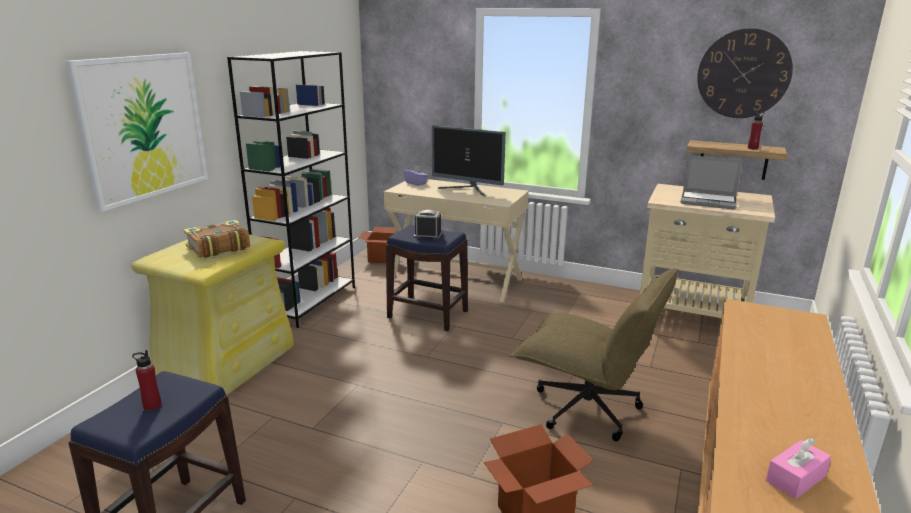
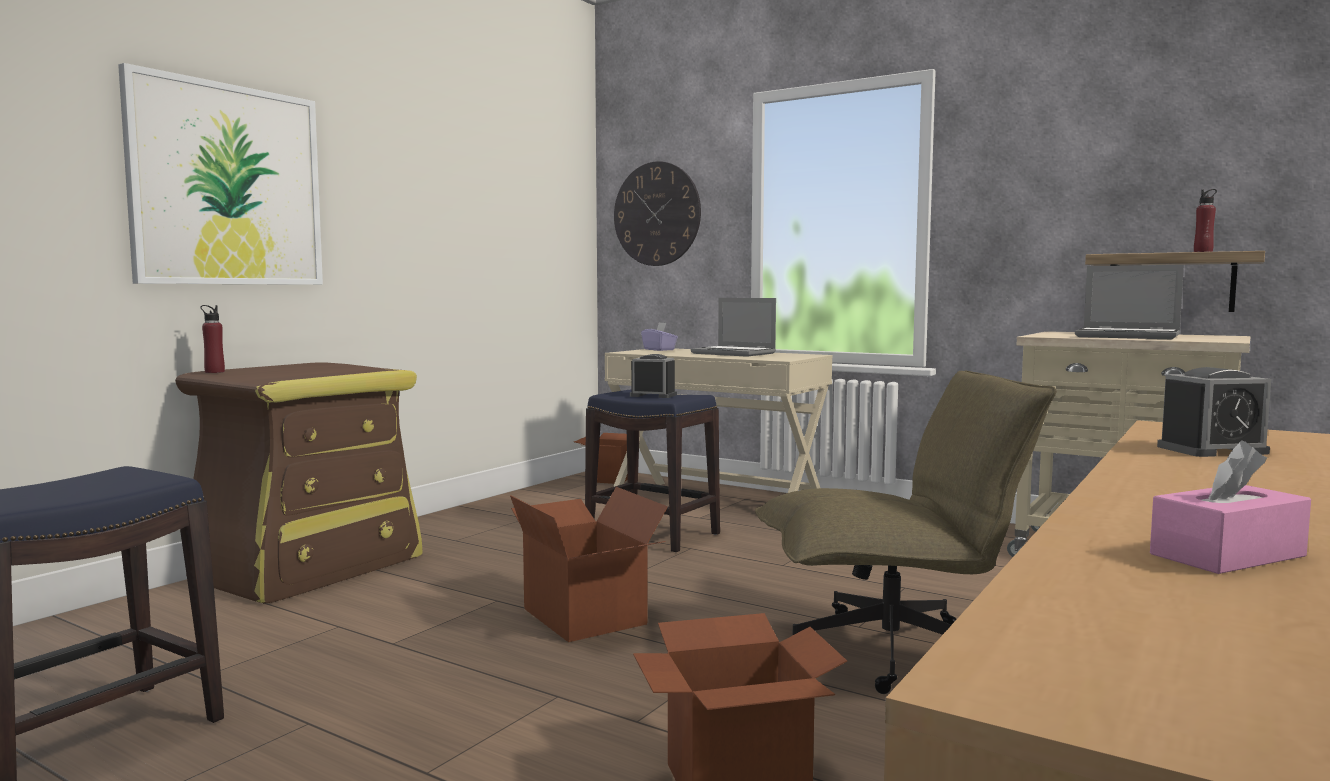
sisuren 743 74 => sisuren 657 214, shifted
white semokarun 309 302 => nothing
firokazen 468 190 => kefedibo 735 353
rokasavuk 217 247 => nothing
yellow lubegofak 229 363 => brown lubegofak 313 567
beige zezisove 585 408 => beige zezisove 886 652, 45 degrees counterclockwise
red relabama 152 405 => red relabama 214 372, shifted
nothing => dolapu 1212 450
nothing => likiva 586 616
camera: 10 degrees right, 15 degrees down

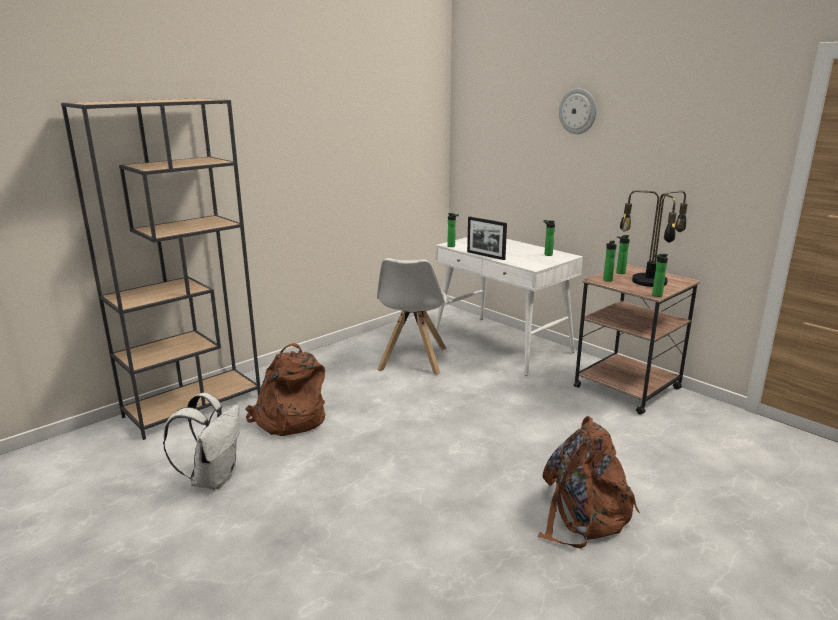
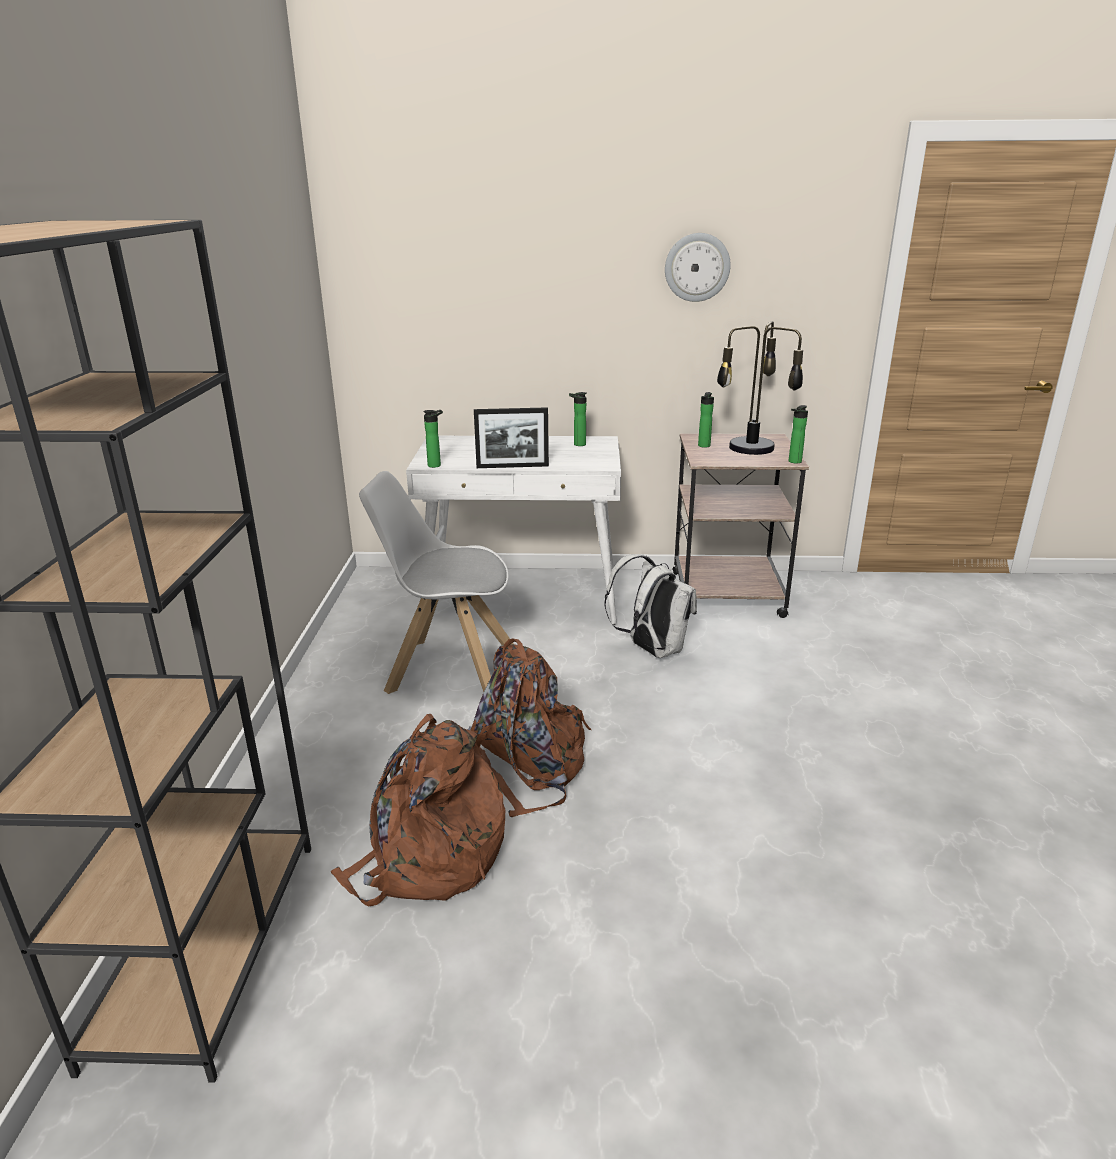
sisuren 578 111 => sisuren 697 267, shifted
relabama 607 280 => nothing
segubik 412 360 => segubik 448 668, 135 degrees clockwise
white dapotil 213 478 => white dapotil 651 649, shifted
brown dapotil 582 514 => brown dapotil 529 764, shifted
camera: 45 degrees left, 5 degrees up

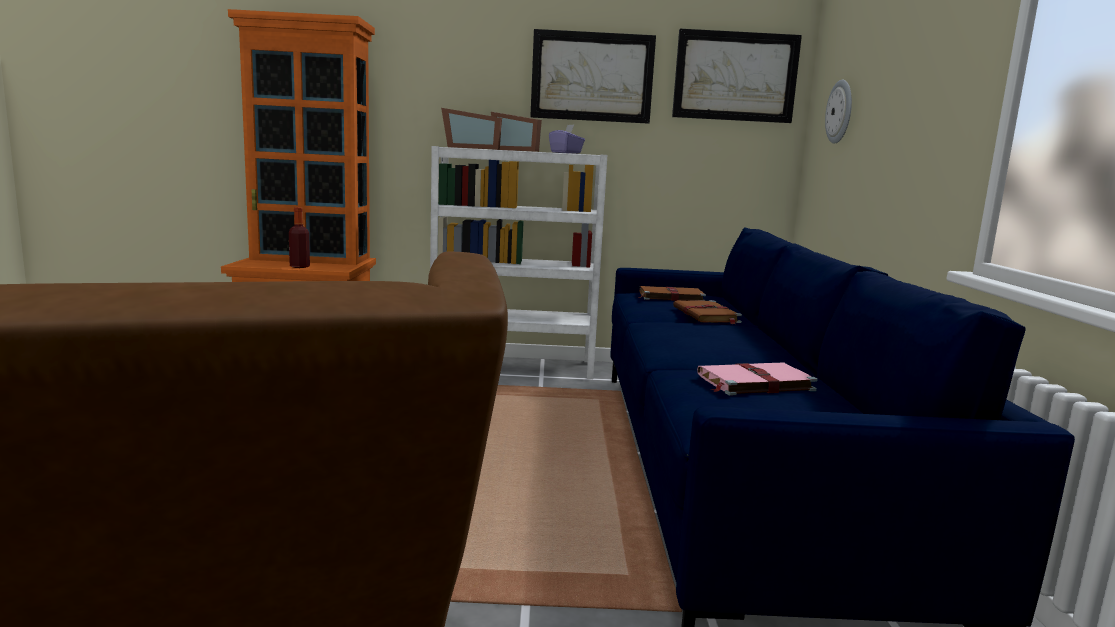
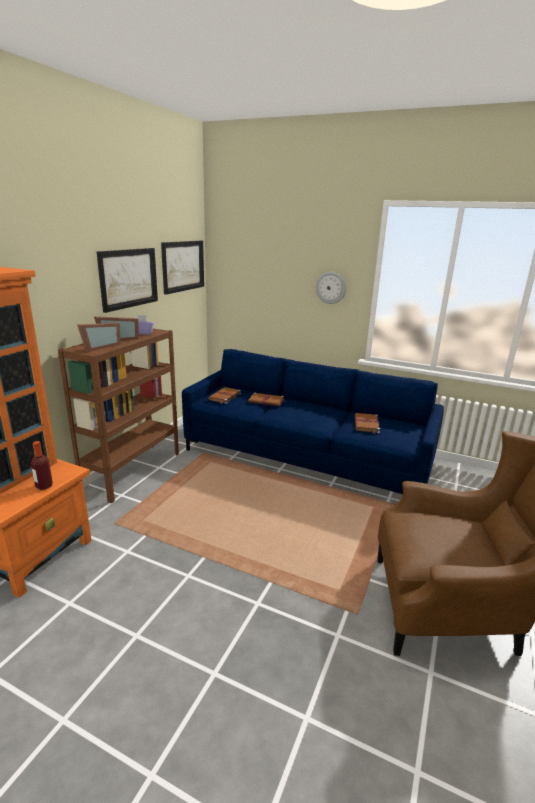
sisuren 840 112 => sisuren 331 287, shifted
white semokarun 513 366 => brown semokarun 133 471
pink rokasavuk 753 382 => brown rokasavuk 366 424
camera: 65 degrees left, 10 degrees up

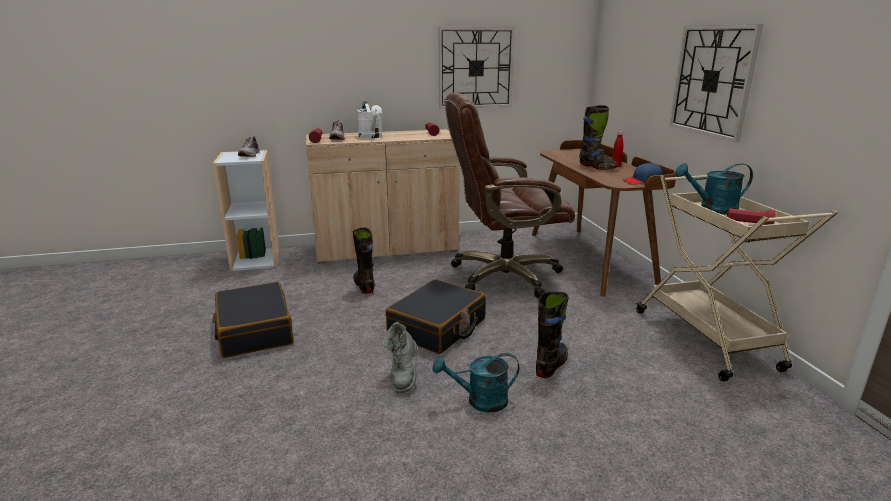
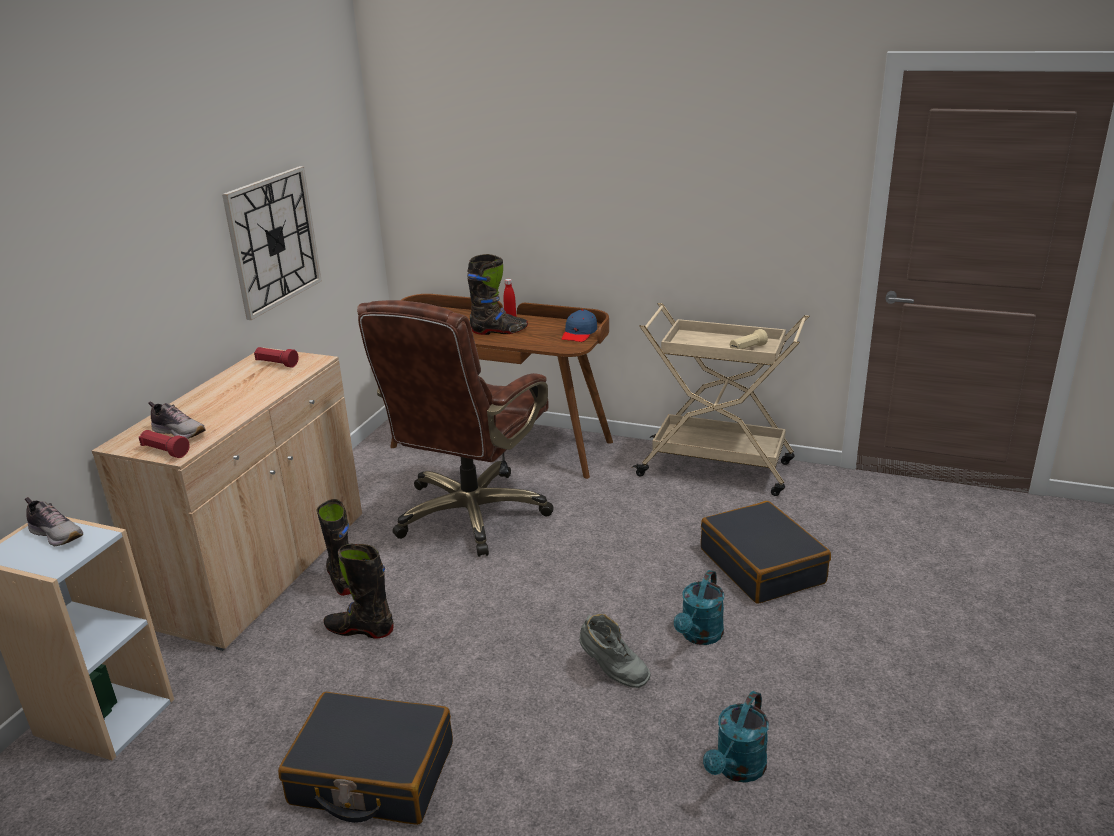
sisuren 712 81 => nothing
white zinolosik 371 137 => nothing
turquoise zinolosik 711 209 => turquoise zinolosik 737 770, shifted
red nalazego 748 224 => beige nalazego 747 349
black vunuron 437 328 => black vunuron 762 566, shifted
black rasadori 551 365 => black rasadori 342 579, shifted
camera: 55 degrees left, 5 degrees up

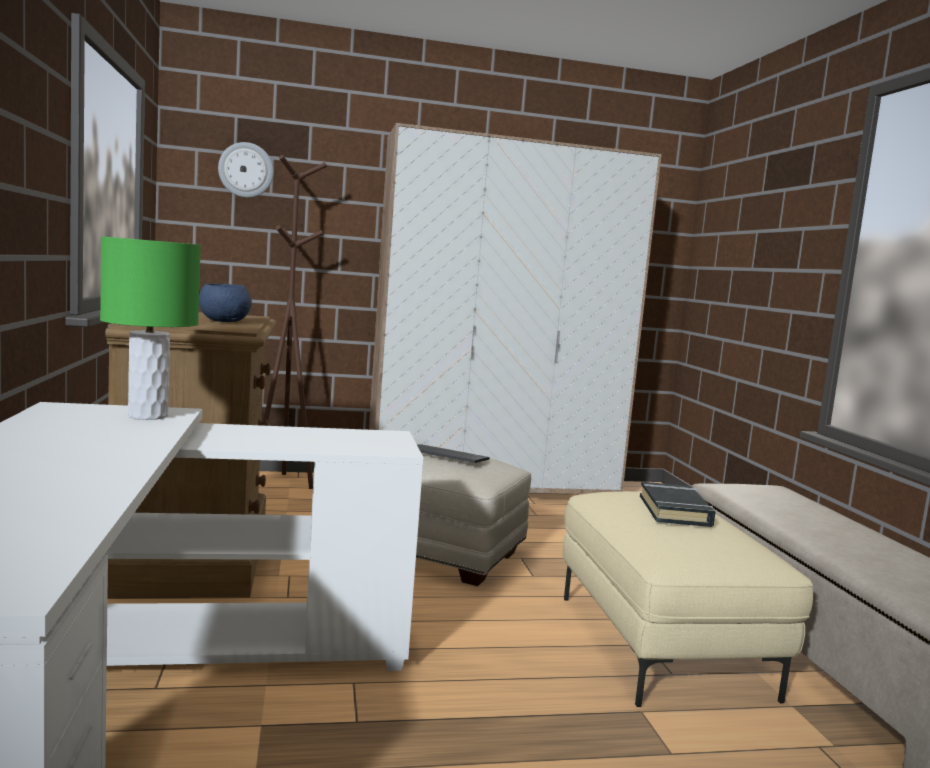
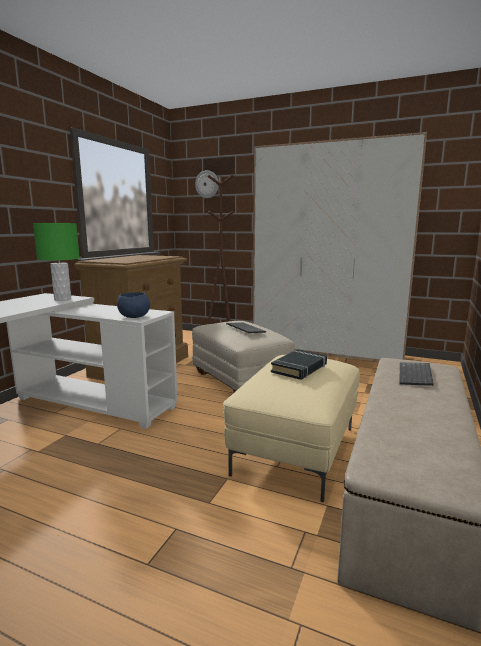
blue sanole 223 321 => blue sanole 133 317, shifted
nothing => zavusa 416 375
camera: 35 degrees right, 5 degrees up

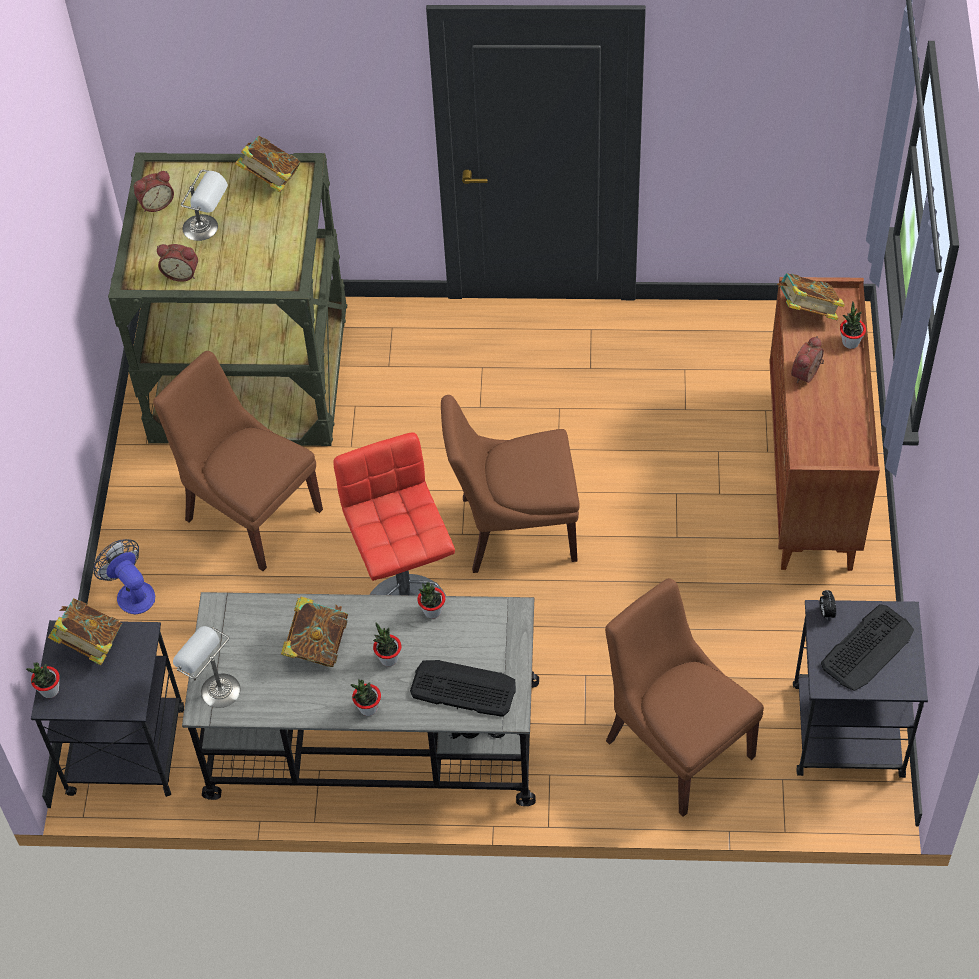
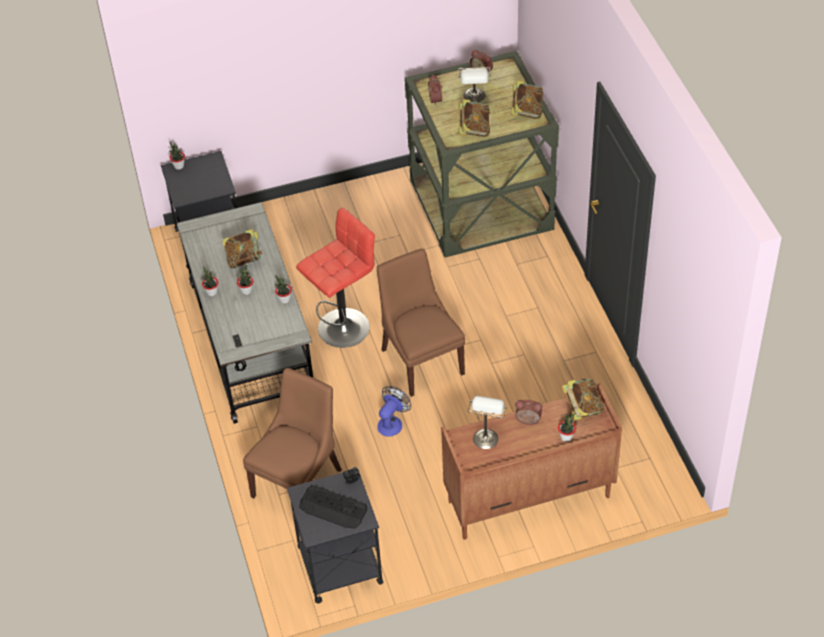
brown segubik 250 512 => nothing
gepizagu 132 593 => gepizagu 392 422, shifted
rokasavuk 90 644 => rokasavuk 474 129, shifted
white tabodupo 213 687 => white tabodupo 486 434, shifted
zavusa 463 688 => nothing
camera: 70 degrees right, 5 degrees down

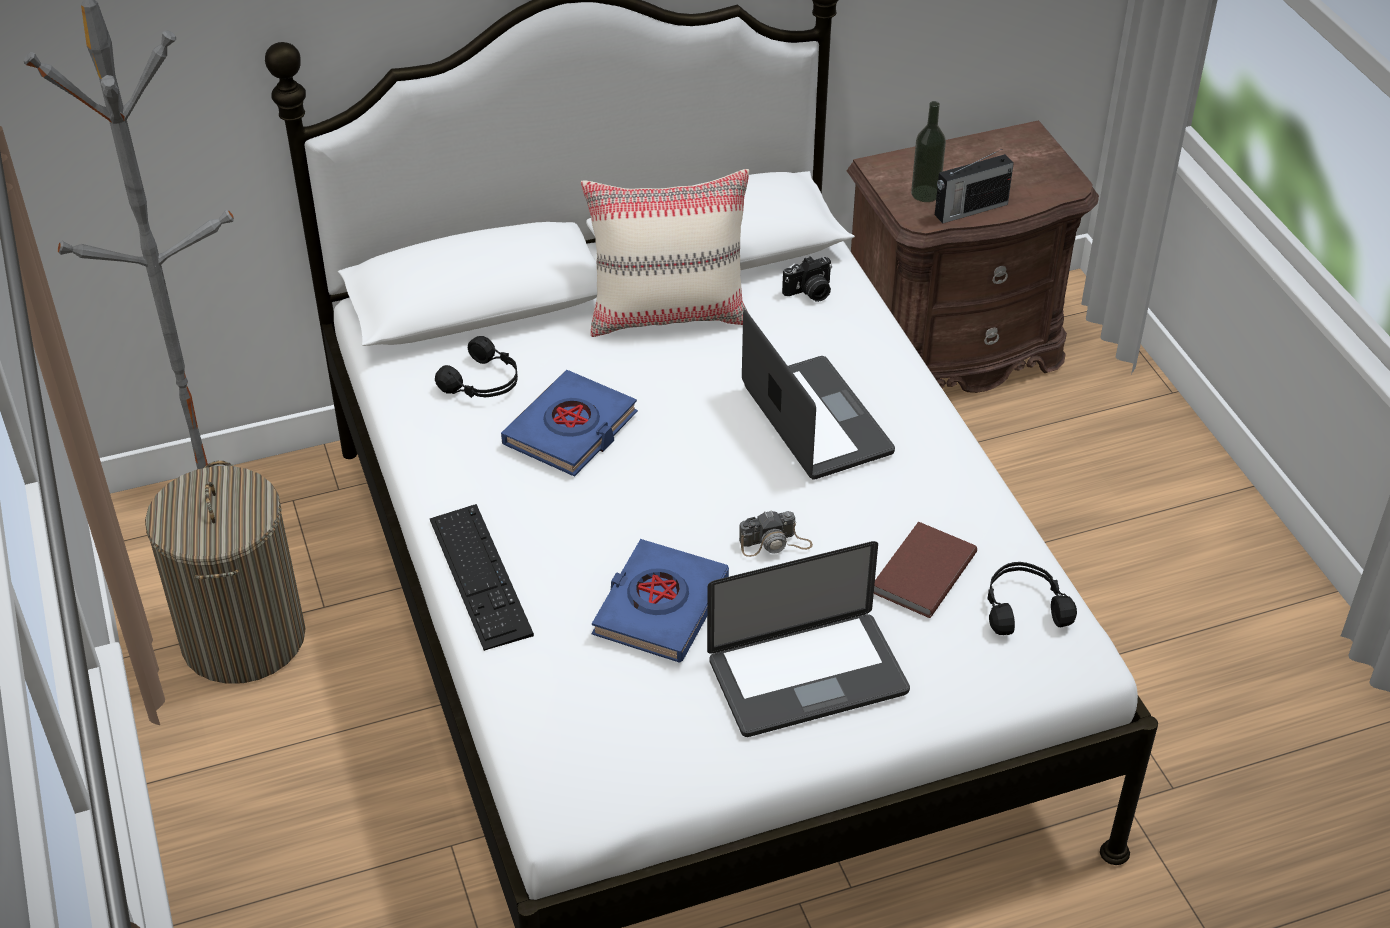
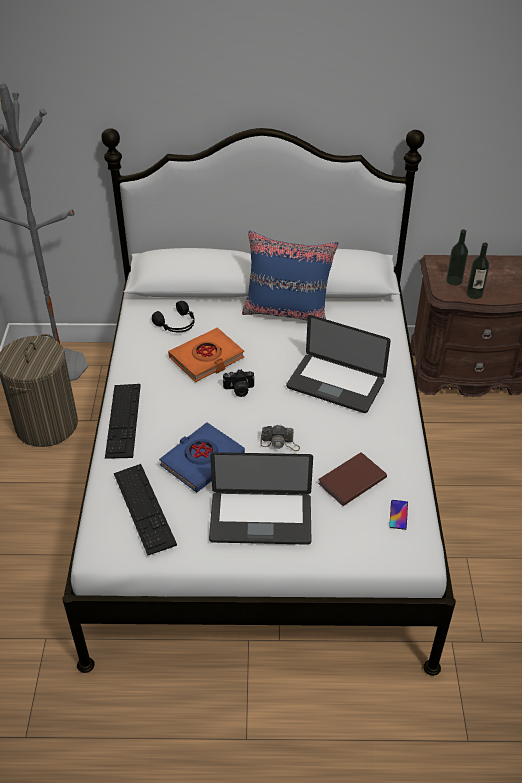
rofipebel 969 209 => relabama 474 294
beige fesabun 669 314 => blue fesabun 287 312
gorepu 810 292 => gorepu 239 390, shifted
kefedibo 816 420 => kefedibo 335 384, 120 degrees clockwise
blue rokasavuk 571 430 => orange rokasavuk 206 358
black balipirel 1023 607 => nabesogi 398 514
nothing => zavusa 144 508
camera: 20 degrees right, 0 degrees up

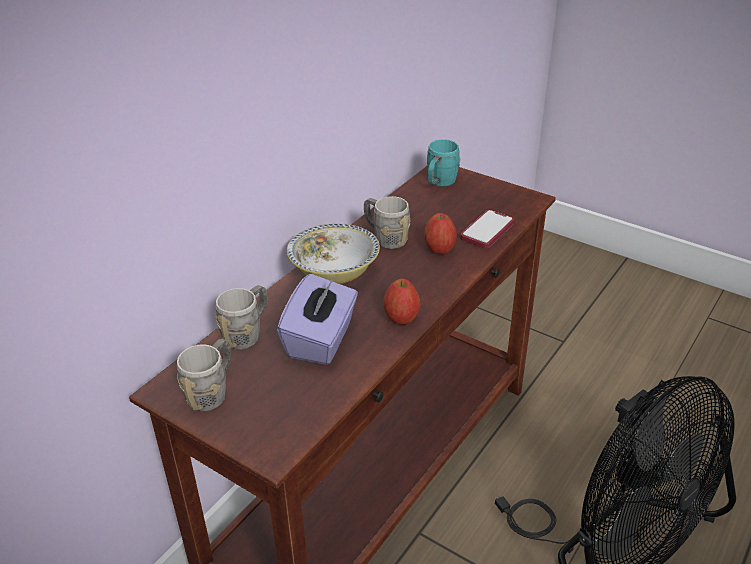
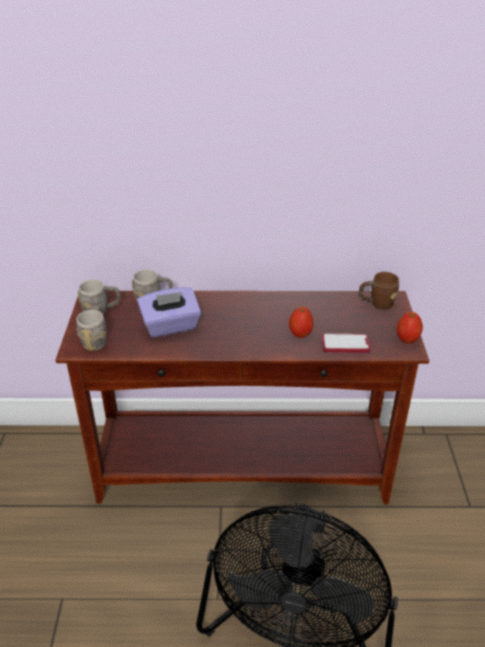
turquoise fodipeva 439 183 => brown fodipeva 376 304
grey fodipeva 385 238 => grey fodipeva 96 340, shifted
sanole 334 272 => nothing
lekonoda 401 318 => lekonoda 407 339, shifted
camera: 55 degrees right, 0 degrees up

